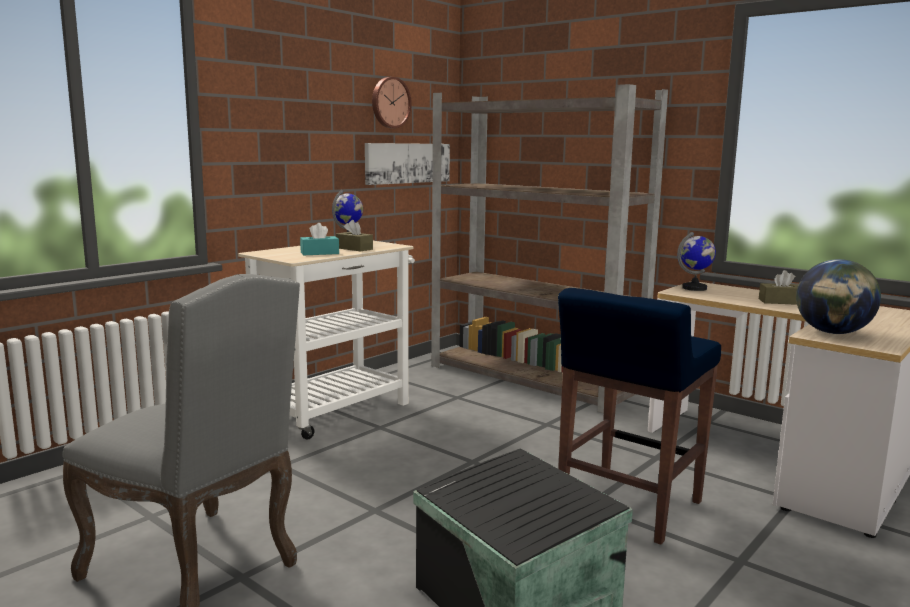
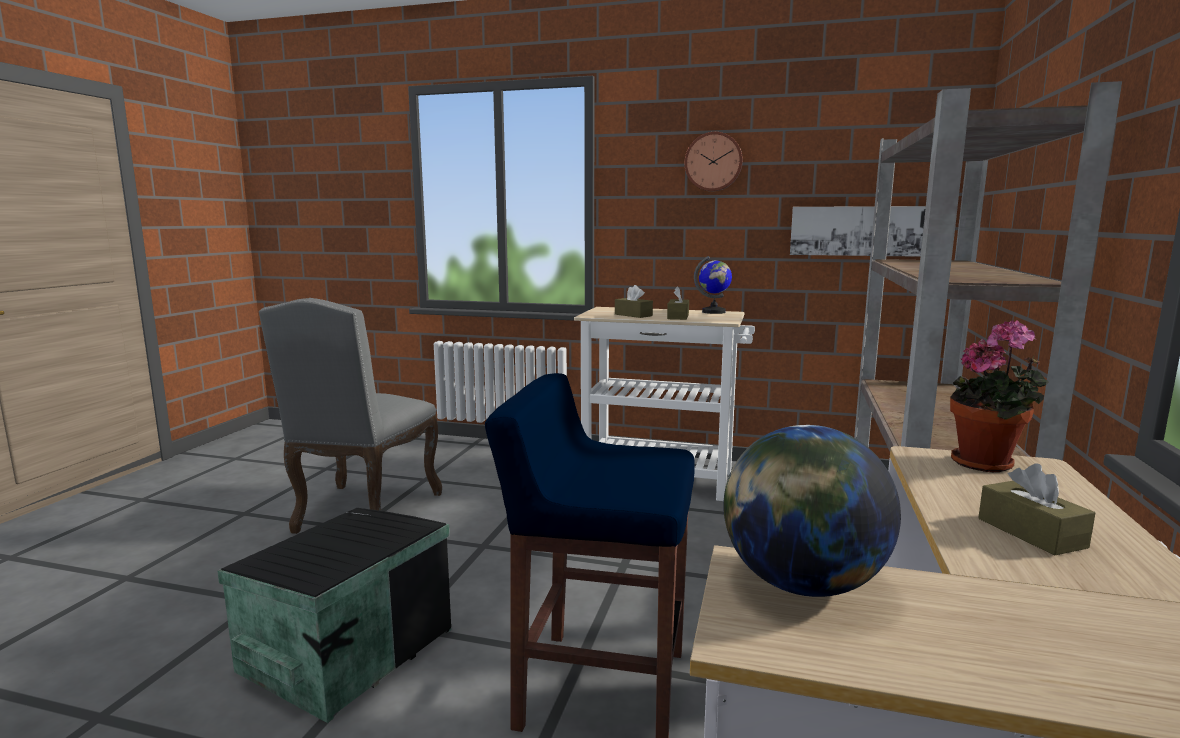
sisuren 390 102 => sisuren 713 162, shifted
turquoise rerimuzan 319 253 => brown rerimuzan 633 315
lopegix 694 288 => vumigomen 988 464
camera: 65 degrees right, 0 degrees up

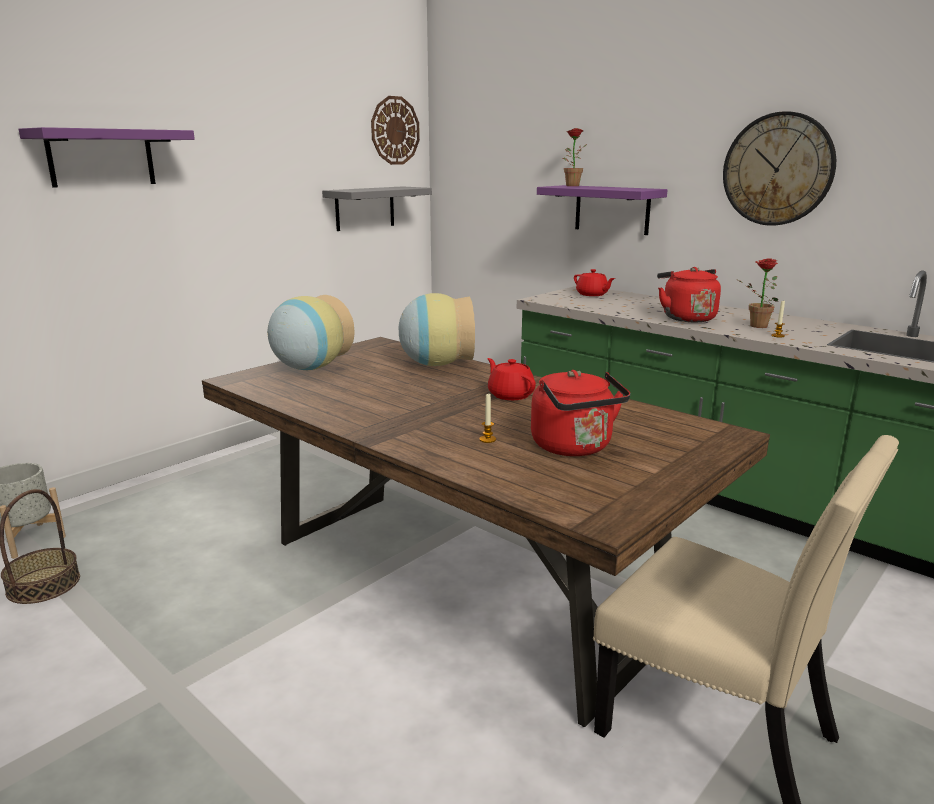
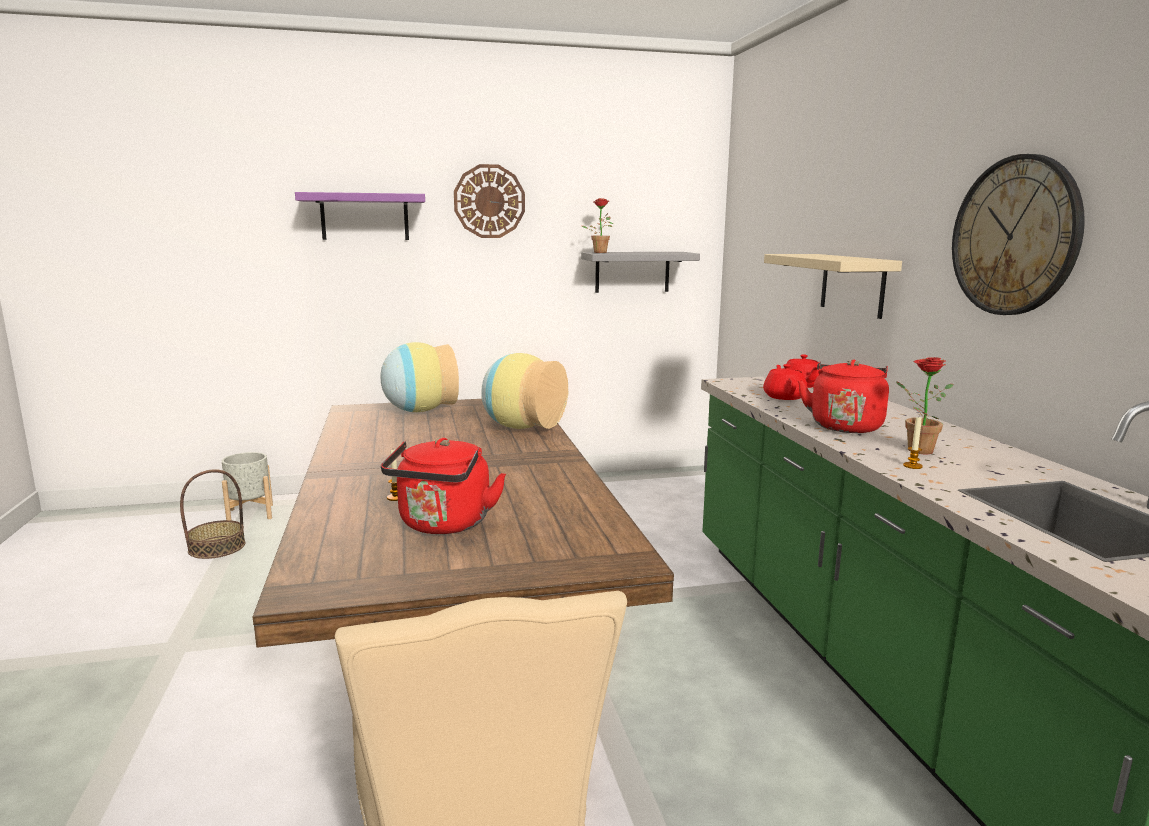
sisuren 395 130 => sisuren 489 201, shifted
vumigomen 570 185 => vumigomen 600 252, shifted
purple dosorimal 612 209 => beige dosorimal 852 284
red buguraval 510 395 => red buguraval 784 397, shifted
camera: 35 degrees right, 5 degrees down

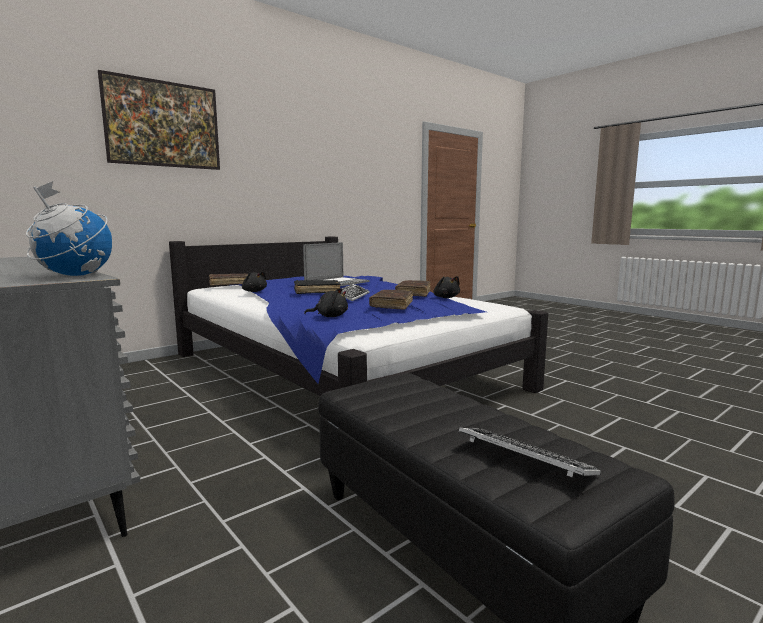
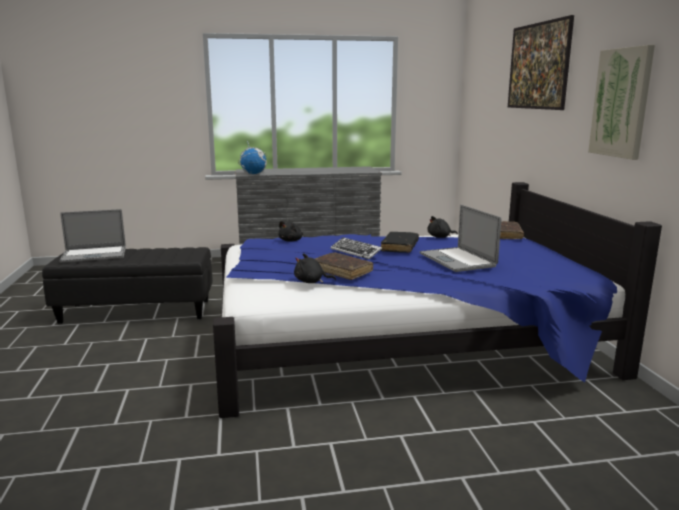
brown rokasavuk 392 305 => nothing
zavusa 524 460 => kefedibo 94 255
nothing => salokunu 621 103
camera: 120 degrees right, 5 degrees up

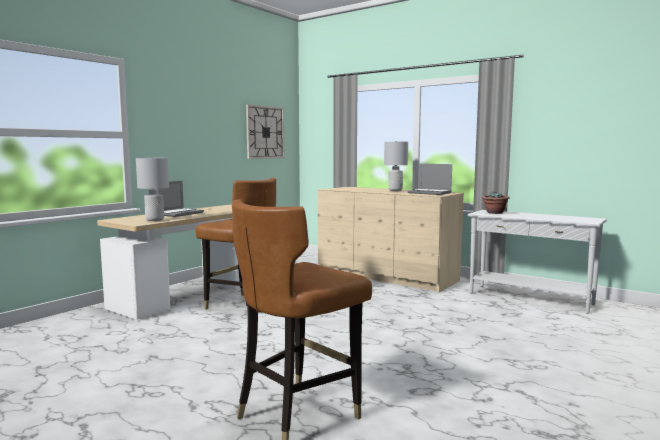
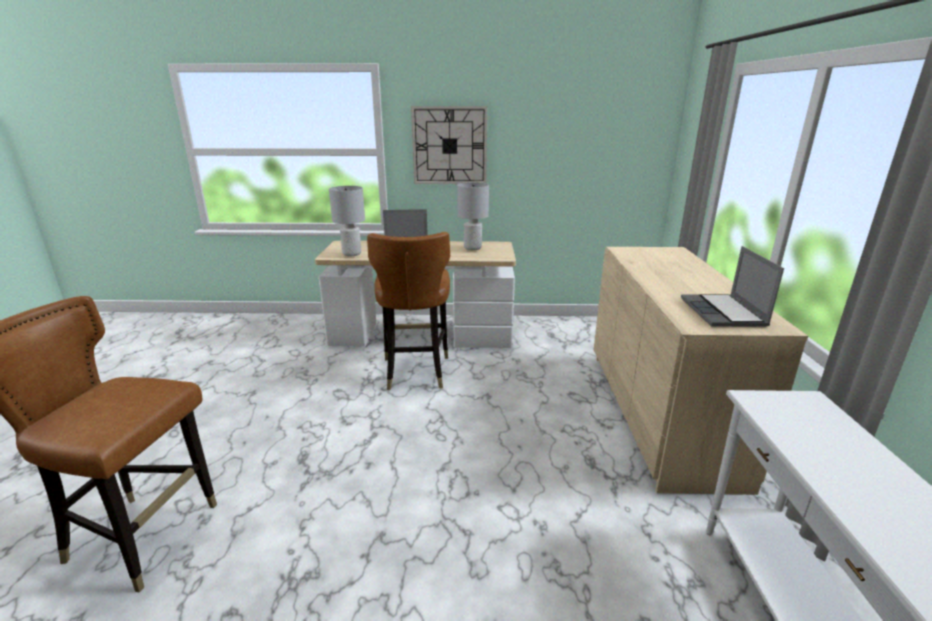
sisuren 265 132 => sisuren 449 146, shifted
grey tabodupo 395 191 => grey tabodupo 472 249, shifted
vumigomen 494 213 => nothing
camera: 55 degrees right, 15 degrees up

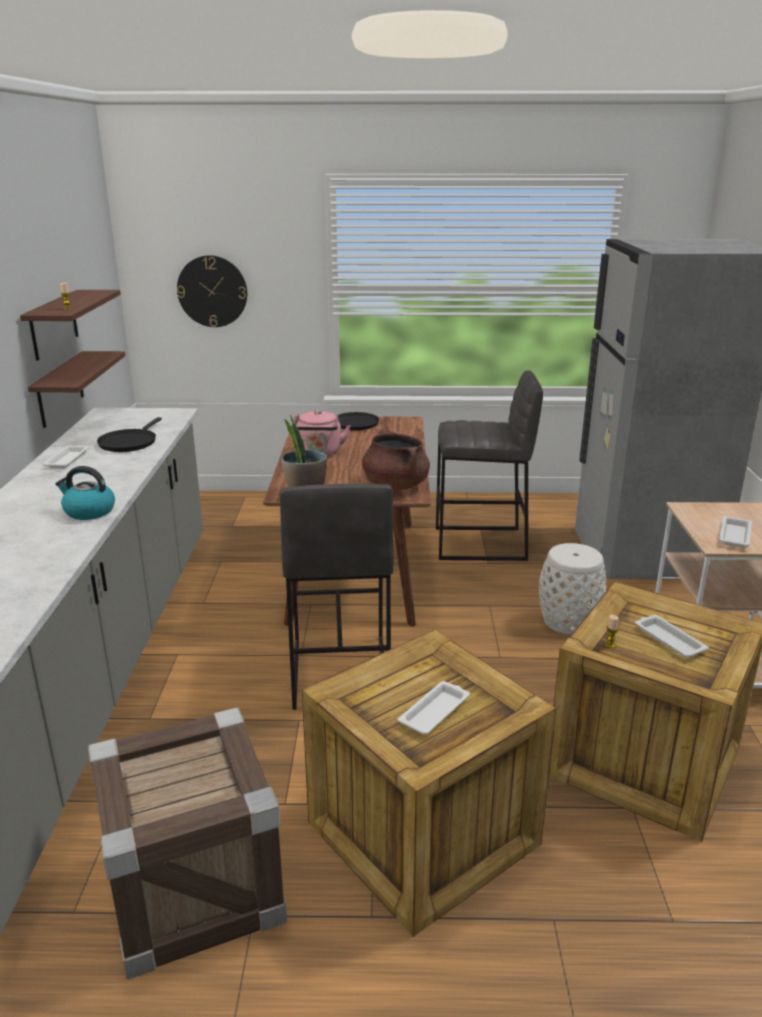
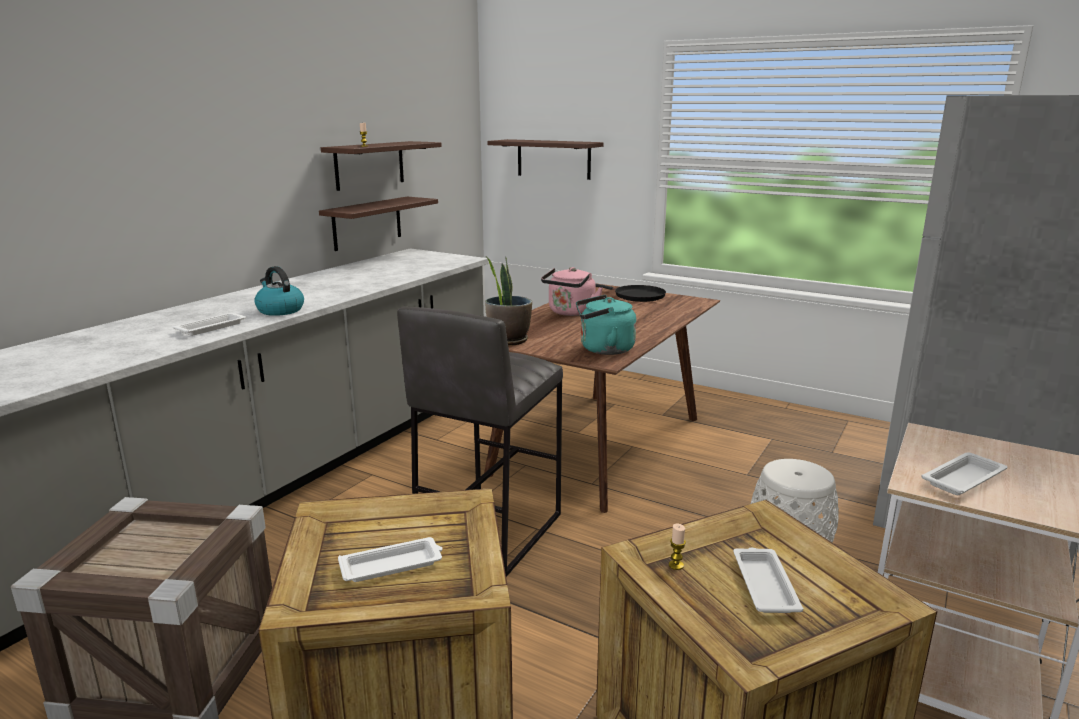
sisuren 212 291 => dosorimal 553 159
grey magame 481 544 => nothing
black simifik 129 443 => nothing
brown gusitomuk 395 485 => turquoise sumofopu 603 349
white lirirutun 68 459 => white lirirutun 212 327, shifted
camera: 30 degrees right, 5 degrees down

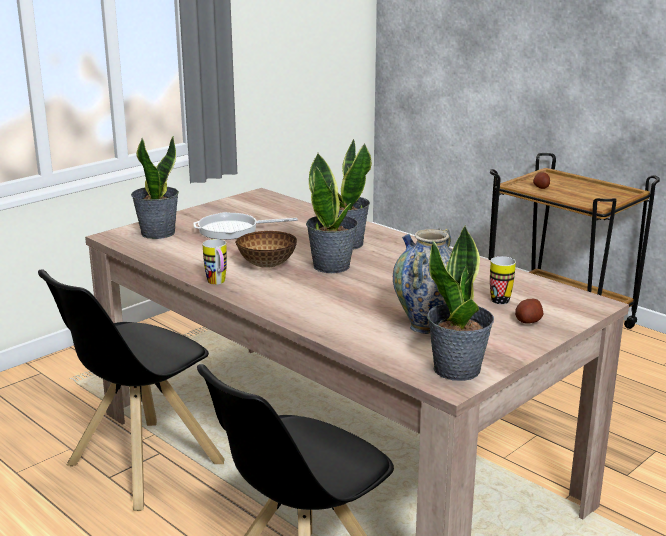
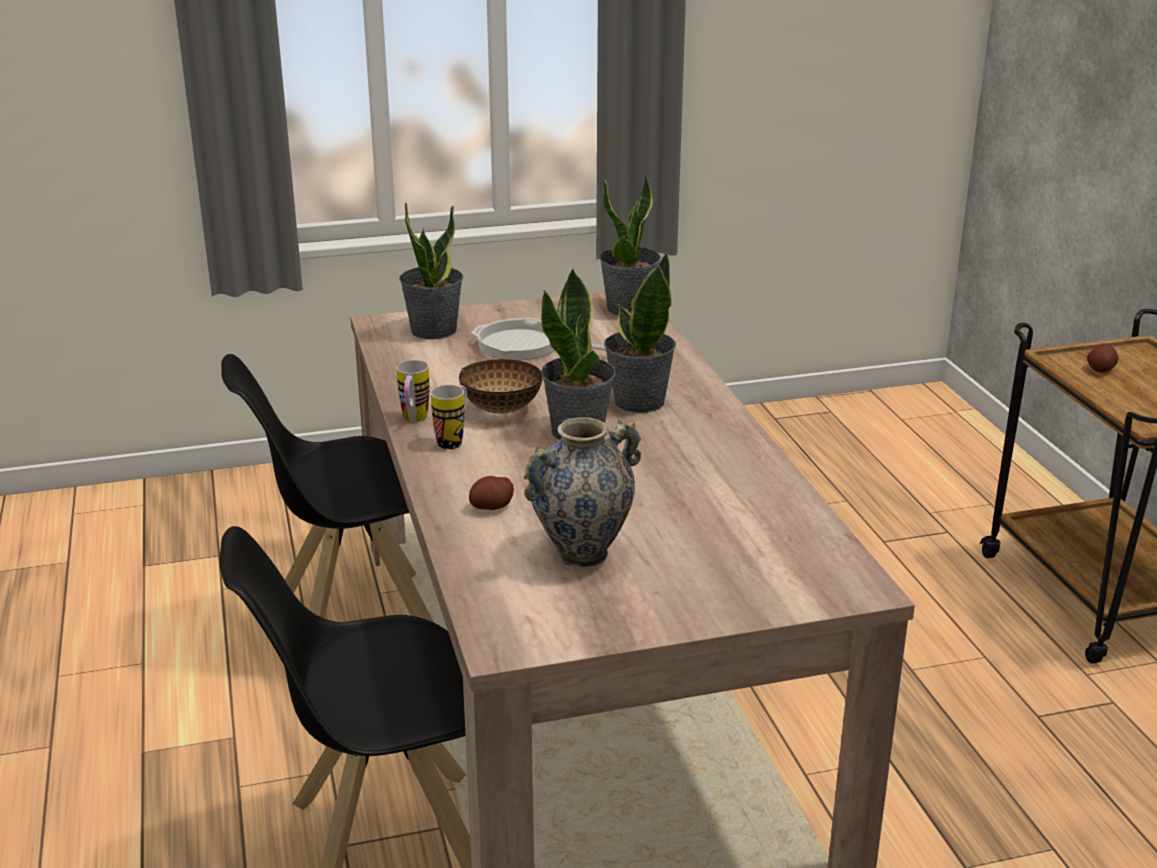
vumigomen 457 369 => vumigomen 629 309, shifted
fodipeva 498 298 => fodipeva 454 440, shifted
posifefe 528 321 => posifefe 492 507, shifted
camera: 30 degrees right, 5 degrees up

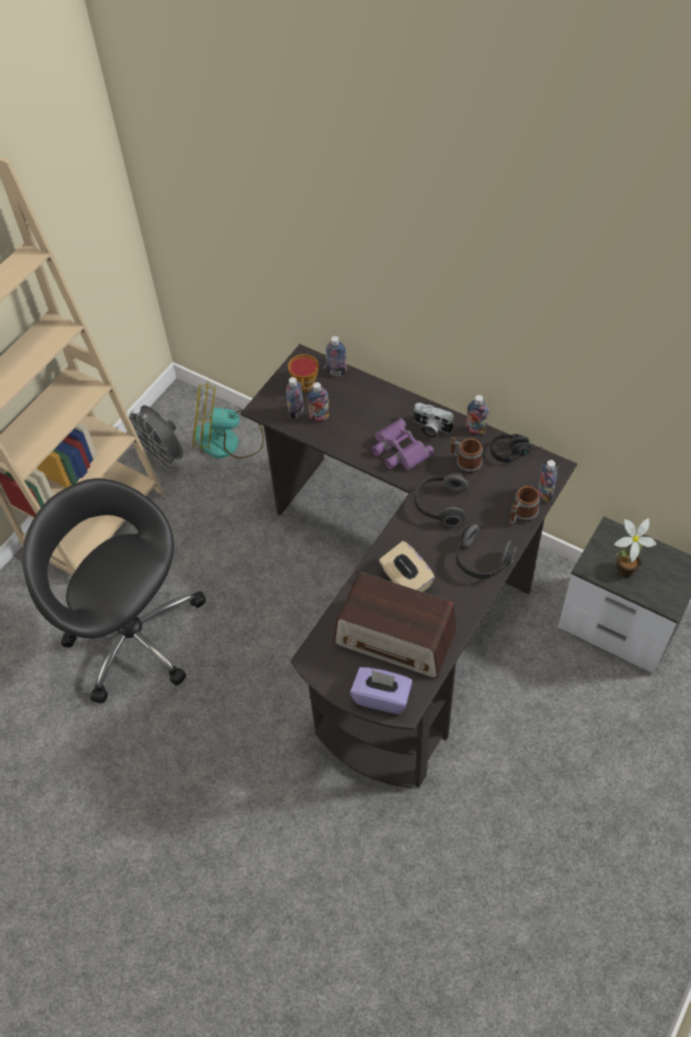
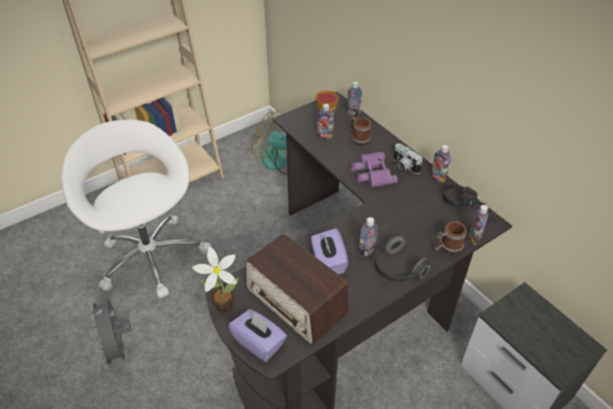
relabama 296 412 => relabama 366 251, shifted
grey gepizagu 163 459 => grey gepizagu 117 350, shifted
fodipeva 464 462 => fodipeva 358 138, shifted
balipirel 440 505 => nothing
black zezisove 134 637 => white zezisove 151 257
vumigomen 622 571 => vumigomen 221 305, shifted
beige rerimuzan 406 580 => purple rerimuzan 328 262
camera: 20 degrees right, 10 degrees down

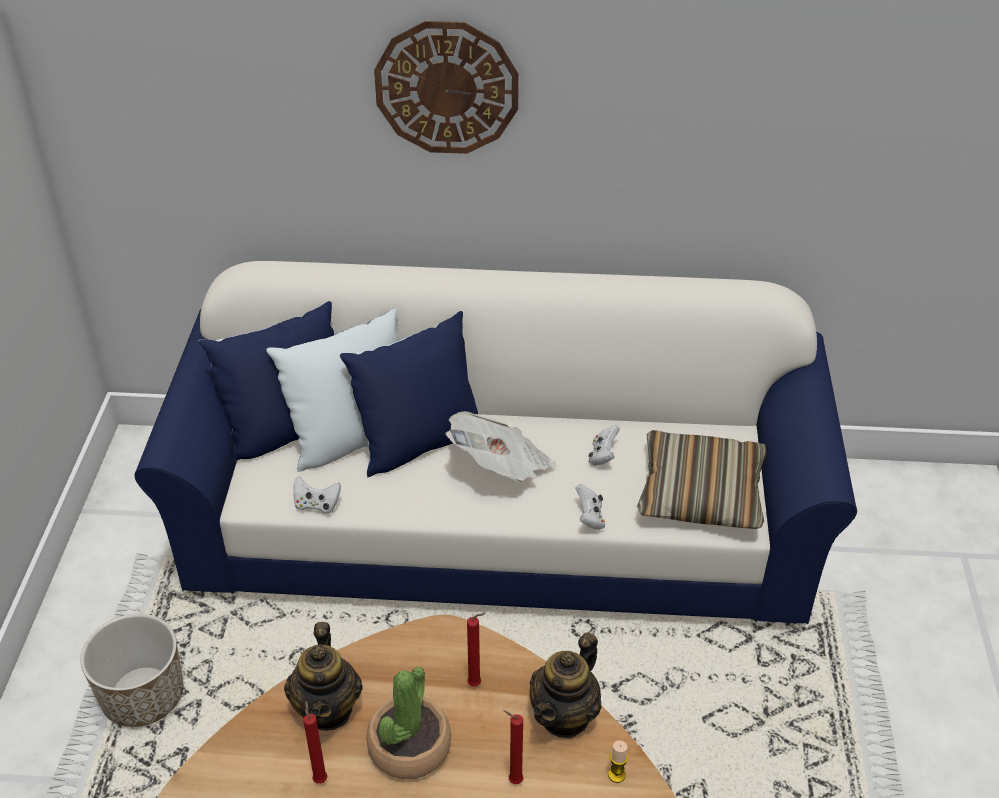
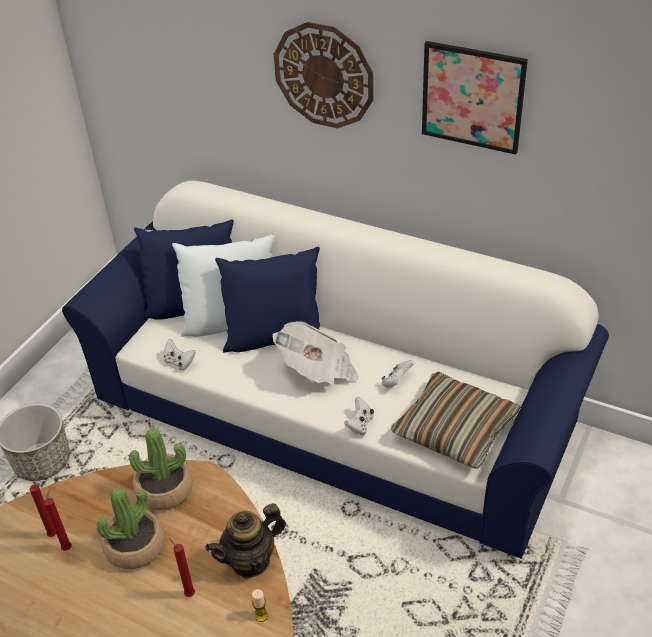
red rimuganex 476 684 => red rimuganex 54 535, shifted
buguraval 328 709 => nothing
nothing => salokunu 472 97
nothing => vumigomen 164 490
camera: 25 degrees right, 0 degrees up

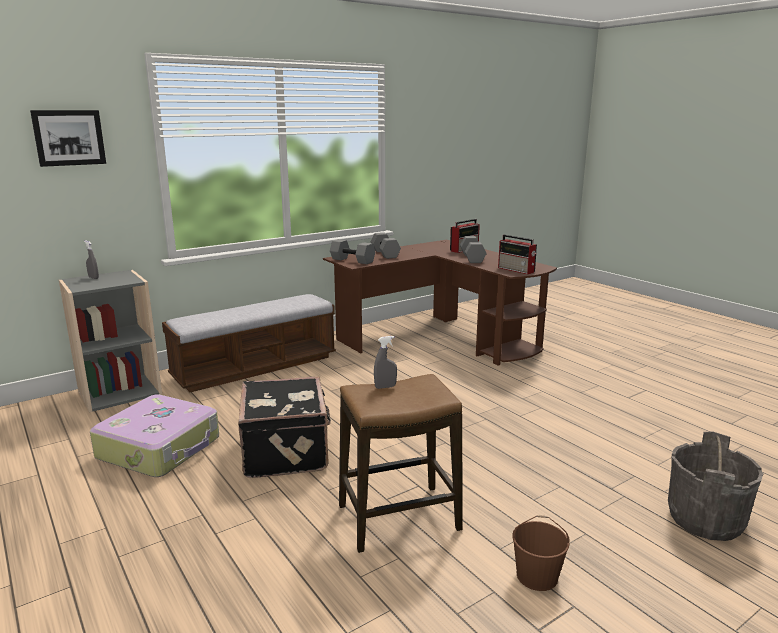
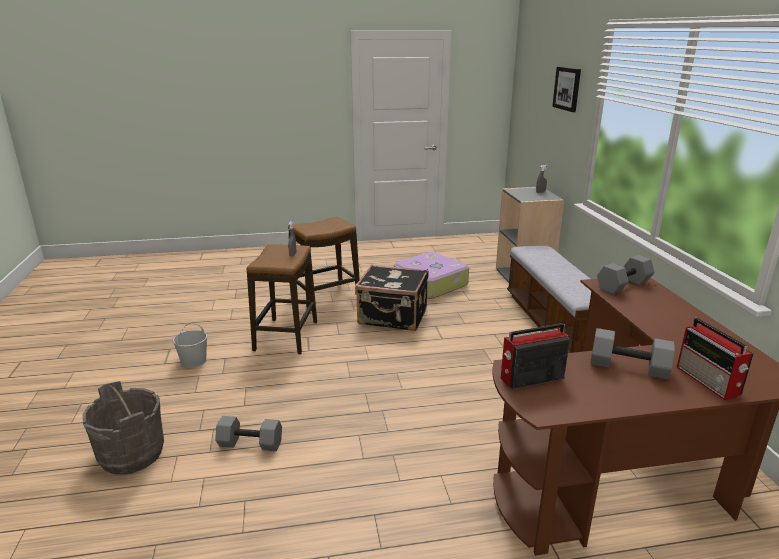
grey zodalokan 386 254 => grey zodalokan 249 444, shifted
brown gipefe 536 576 => white gipefe 194 361
nothing => magame 325 297
camera: 115 degrees right, 5 degrees up

